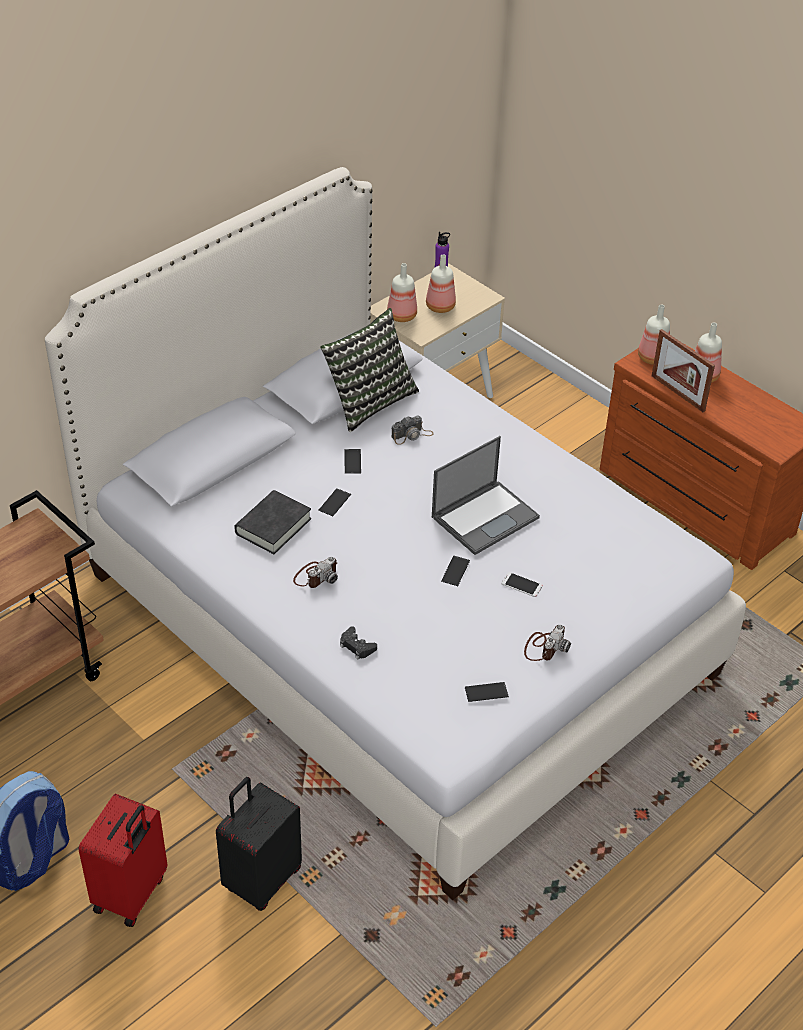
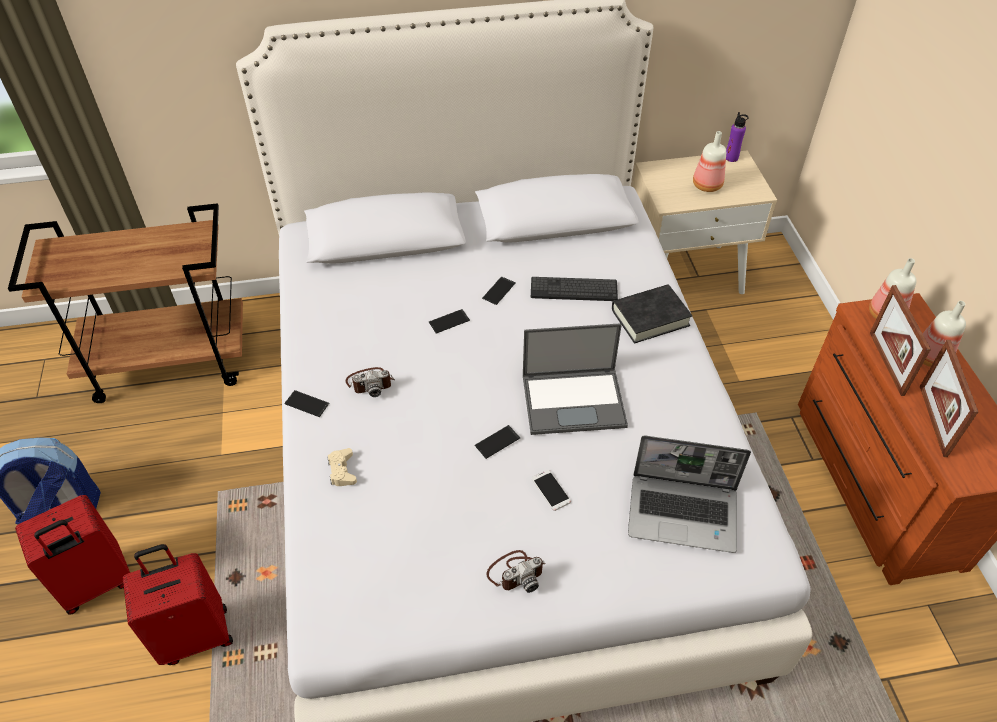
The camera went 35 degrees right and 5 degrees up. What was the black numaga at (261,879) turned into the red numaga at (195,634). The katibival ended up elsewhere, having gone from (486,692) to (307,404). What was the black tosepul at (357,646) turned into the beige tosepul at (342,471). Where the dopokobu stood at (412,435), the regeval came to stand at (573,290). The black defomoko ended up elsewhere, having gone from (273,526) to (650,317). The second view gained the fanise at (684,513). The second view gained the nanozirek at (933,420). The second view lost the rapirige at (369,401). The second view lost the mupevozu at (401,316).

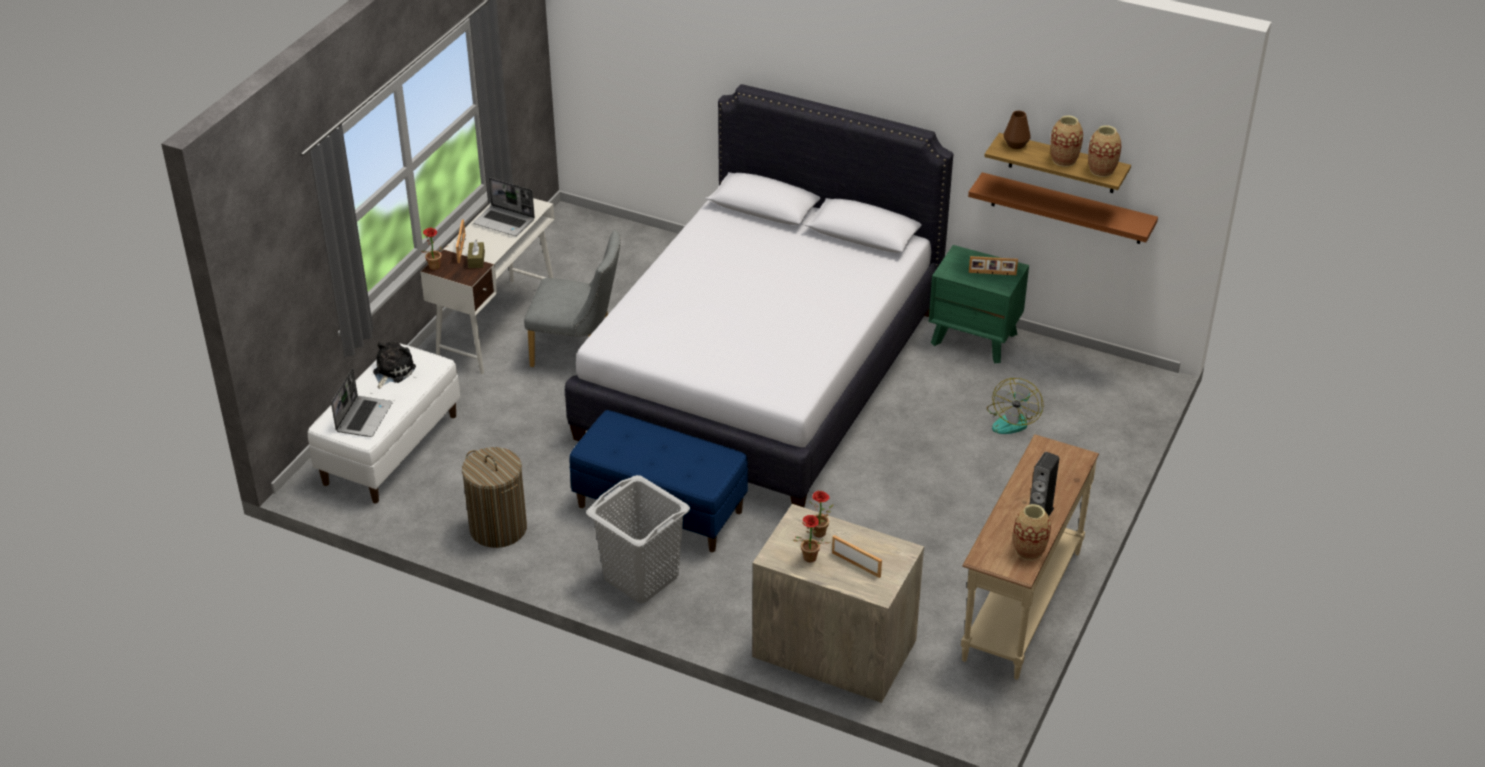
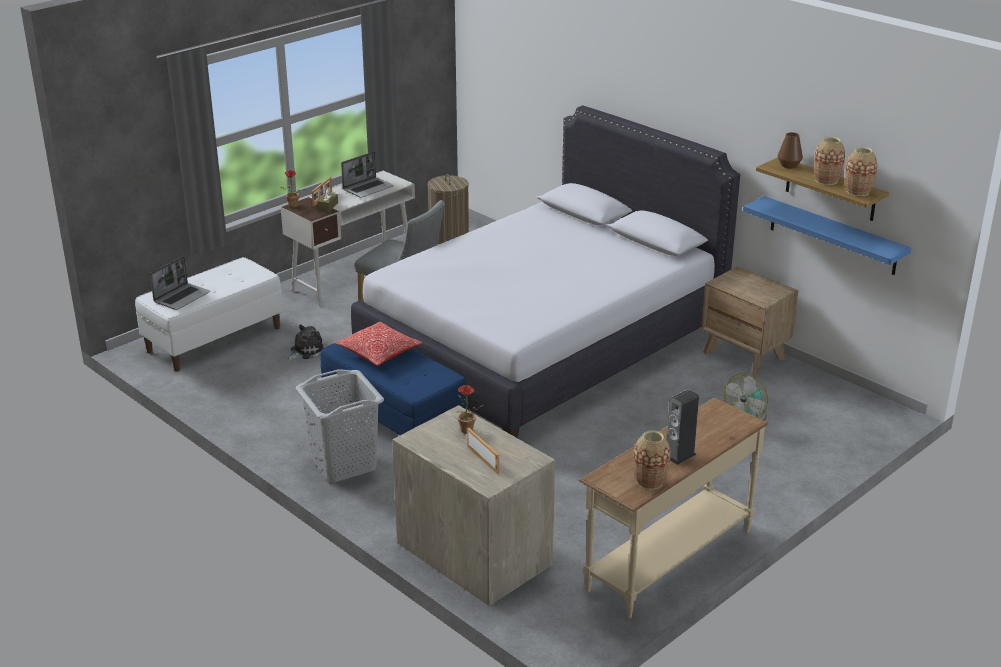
The camera went 20 degrees right and 10 degrees down. The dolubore ended up elsewhere, having gone from (392,371) to (306,351). The second view gained the rapirige at (379,353). The fanise at (505,222) ended up facing another way, 90 degrees counterclockwise from before. The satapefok ended up elsewhere, having gone from (498,528) to (449,236). What was the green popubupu at (974,338) turned into the brown popubupu at (745,355). What was the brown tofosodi at (1066,209) turned into the blue tofosodi at (832,236). The second view lost the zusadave at (808,559). The second view lost the nanozirek at (992,273).

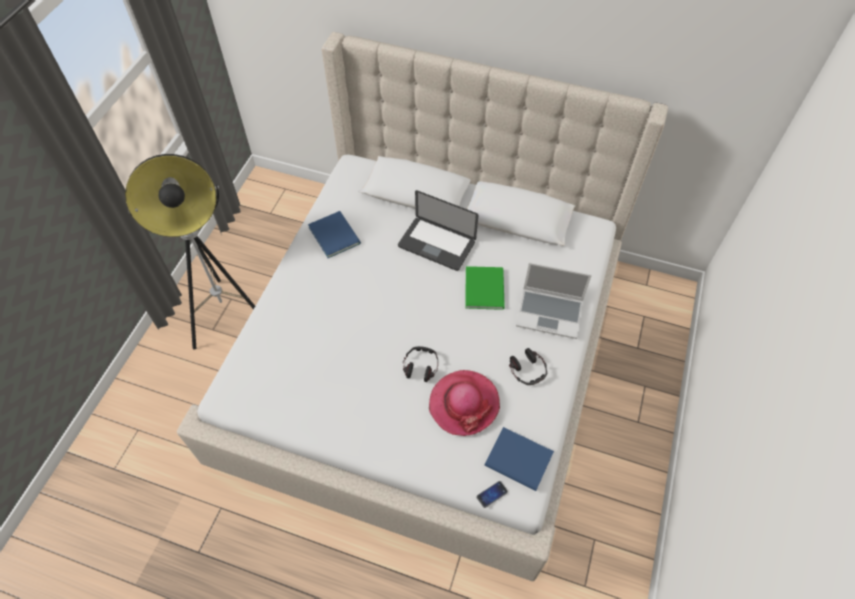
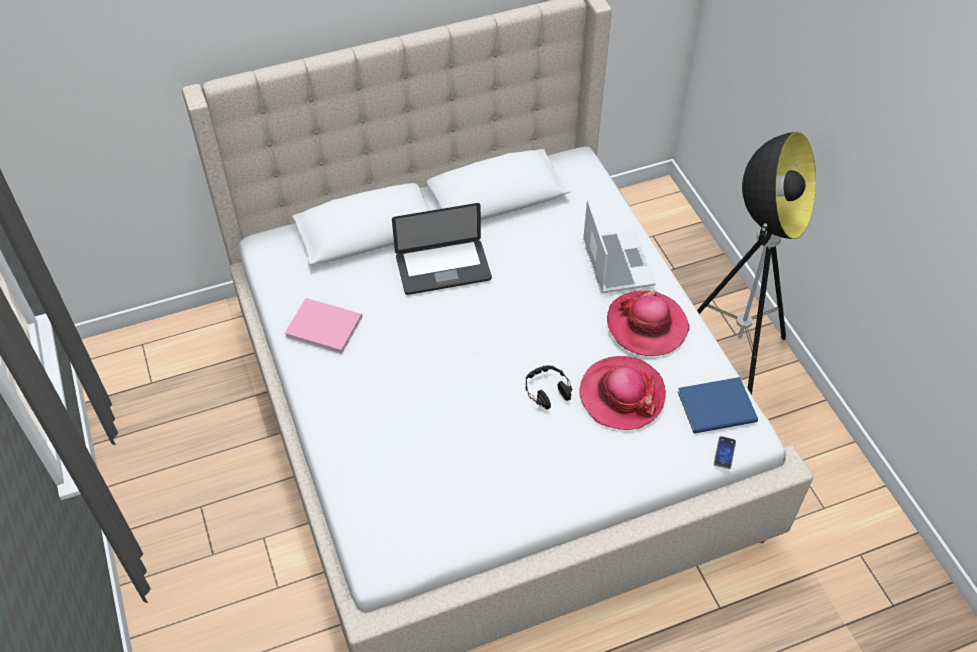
The camera went 40 degrees left and 5 degrees down. What was the blue defomoko at (334,234) turned into the pink defomoko at (323,325). The fanise at (550,313) ended up facing another way, 75 degrees counterclockwise from before. Where the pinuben stood at (528,370), the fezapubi came to stand at (647,325). The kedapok ended up elsewhere, having gone from (227,315) to (732,358). The second view lost the green defomoko at (485,287).

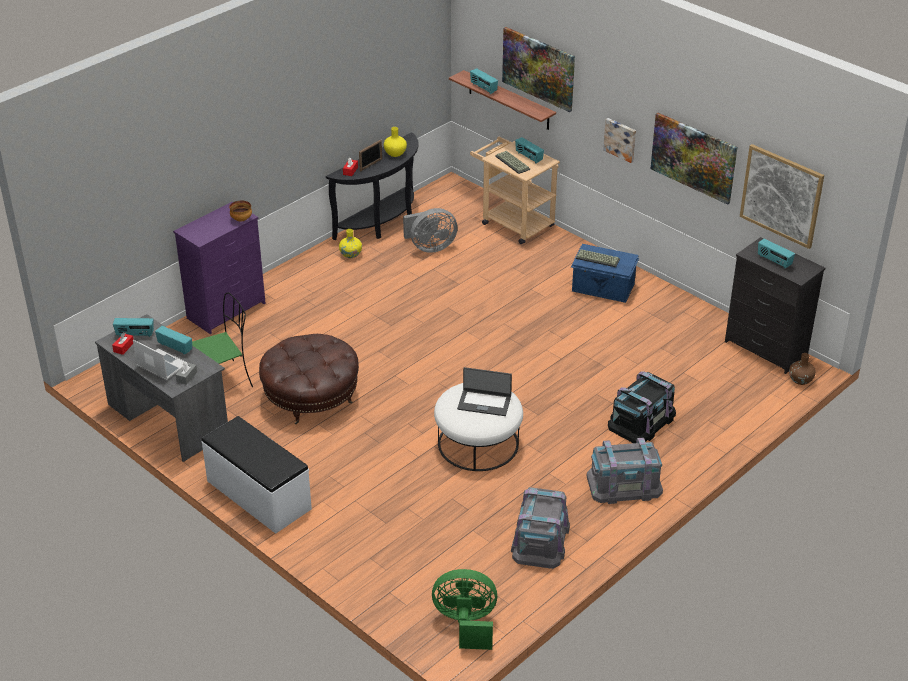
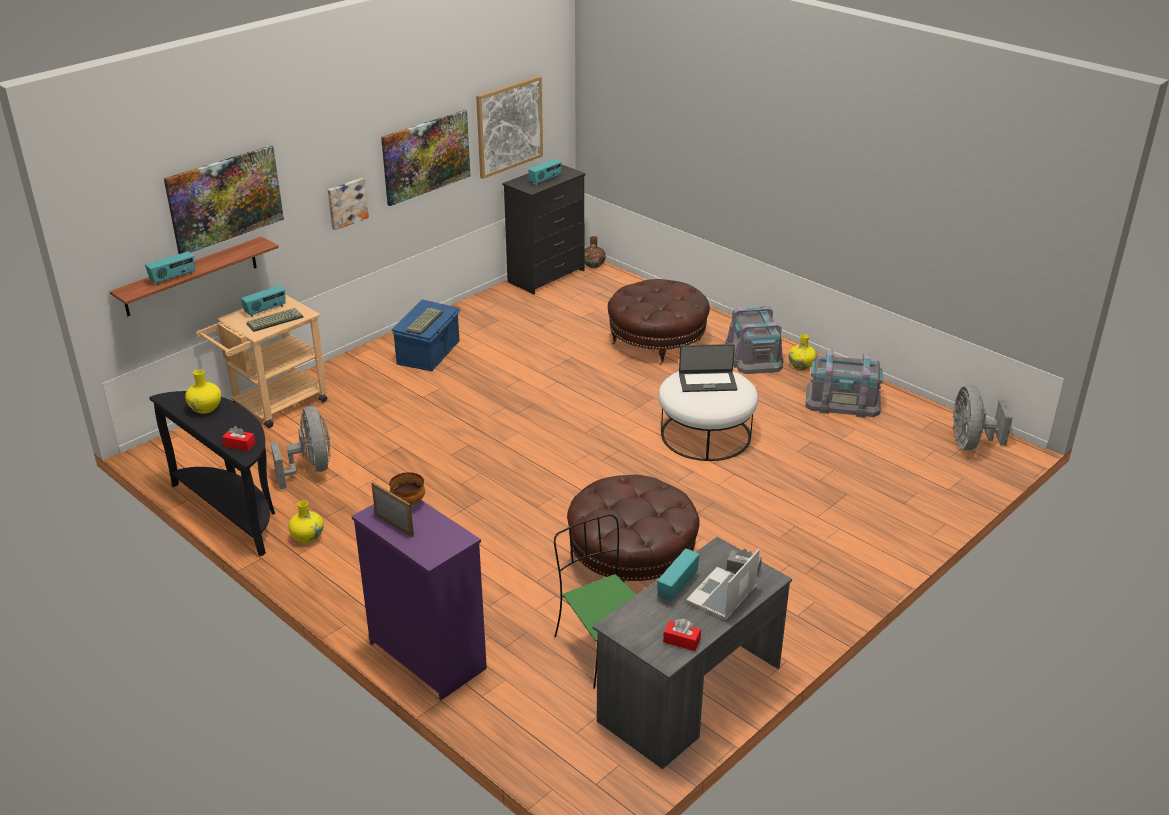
The camera went 90 degrees left and 5 degrees down. The nanozirek ended up elsewhere, having gone from (371,165) to (394,524). Where the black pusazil stood at (641,420), the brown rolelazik came to stand at (657,342). The fanise at (484,403) ended up facing another way, 75 degrees clockwise from before. The second view gained the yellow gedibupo at (801,366). What was the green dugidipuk at (466,624) turned into the grey dugidipuk at (971,443). The second view lost the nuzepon at (135,335). The second view lost the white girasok at (258,495).

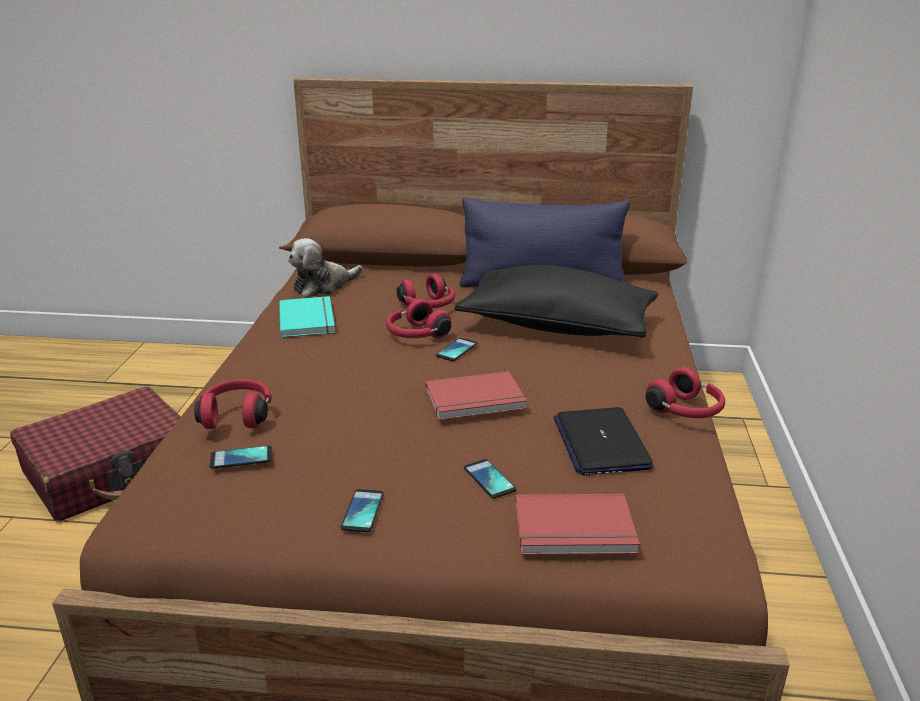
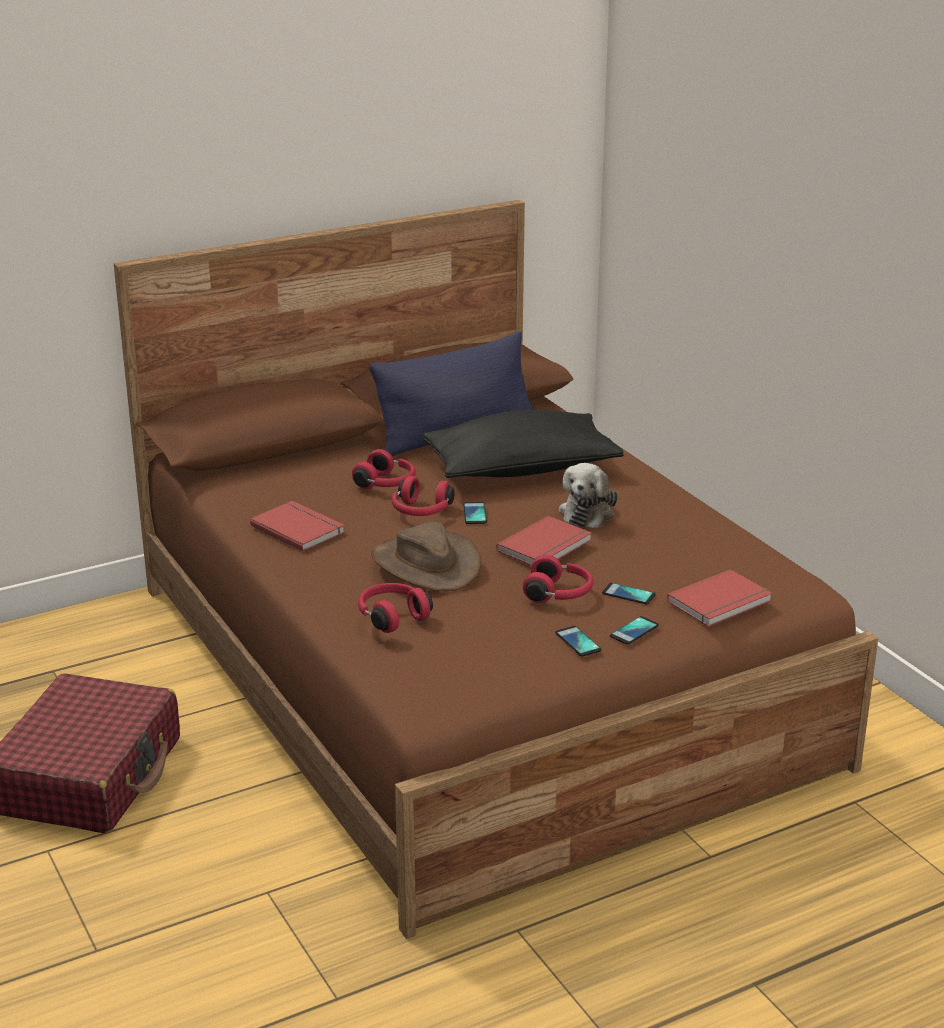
The camera went 35 degrees left and 0 degrees up. What was the turquoise defomoko at (309,319) turned into the red defomoko at (299,528). The second view gained the brown fezapubi at (425,564). The red pinuben ended up elsewhere, having gone from (686,411) to (559,594). The dolubore ended up elsewhere, having gone from (323,286) to (588,512). The katibival ended up elsewhere, having gone from (241,458) to (634,631). The second view lost the fanise at (601,442).

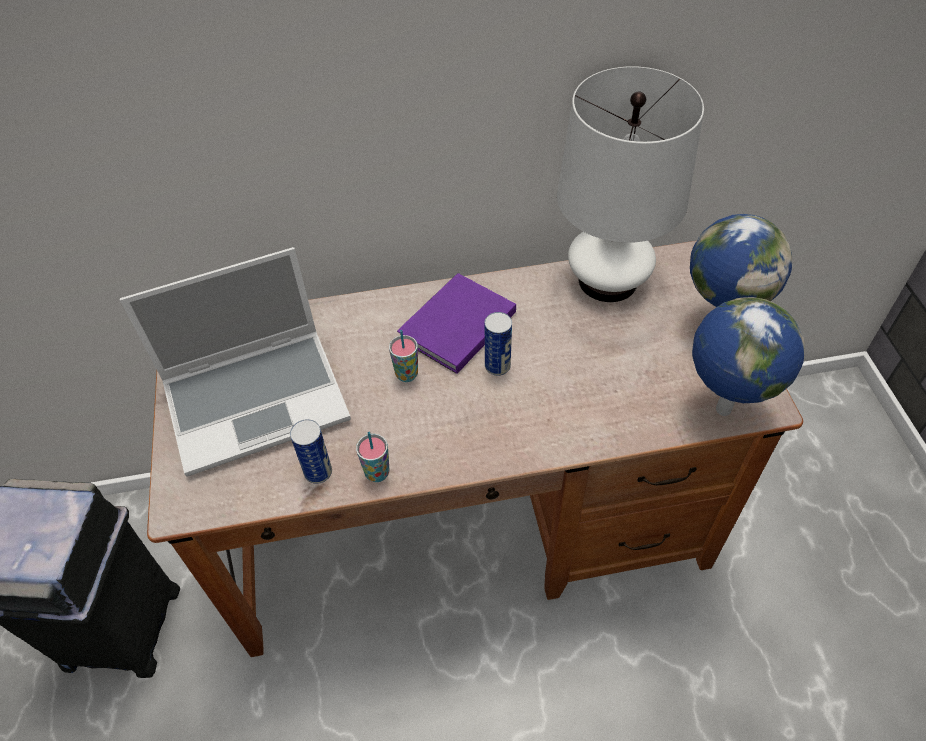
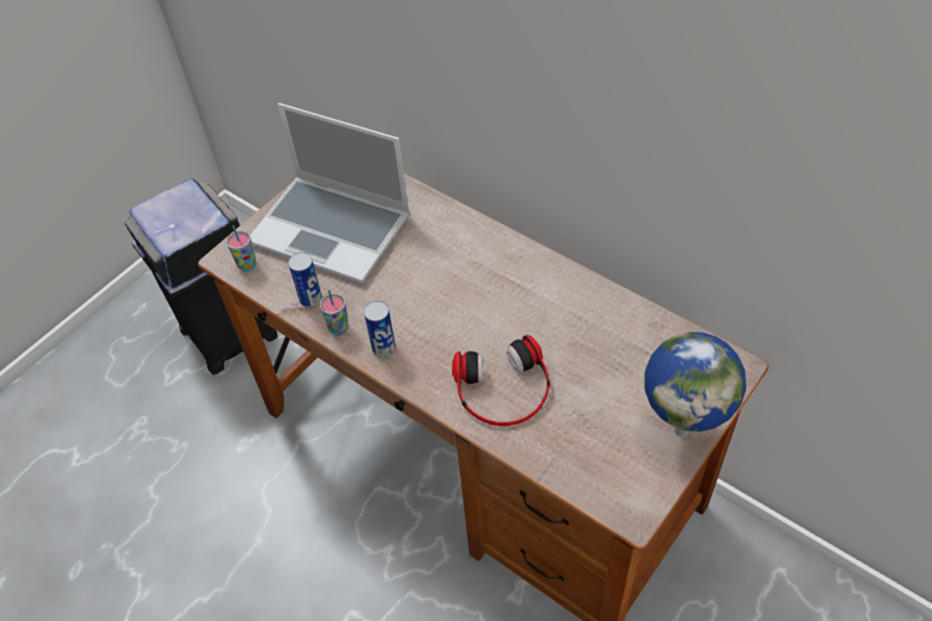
The camera went 50 degrees right and 0 degrees up. The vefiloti ended up elsewhere, having gone from (406,374) to (247,265). The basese ended up elsewhere, having gone from (497,366) to (384,348). The second view gained the pinuben at (503,389). The second view lost the purple defomoko at (454,326). The second view lost the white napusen at (607,280). The second view lost the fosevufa at (721,409).

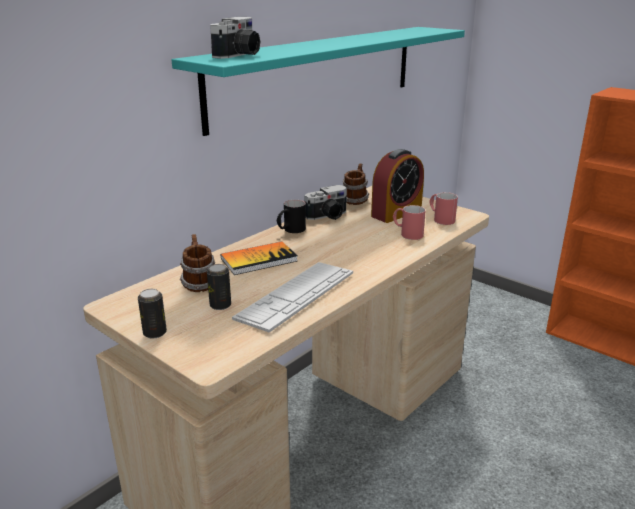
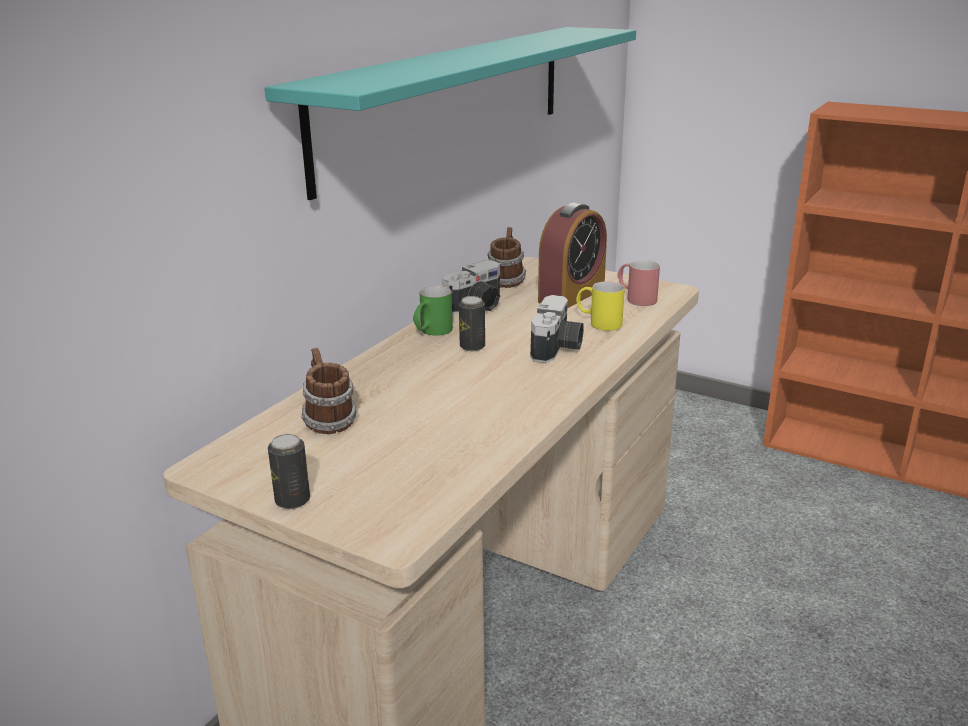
The camera went 10 degrees left and 0 degrees up. What was the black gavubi at (290,231) turned into the green gavubi at (431,332). The basese ended up elsewhere, having gone from (220,305) to (472,347). The dopokobu ended up elsewhere, having gone from (239,55) to (558,348). What was the red gavubi at (407,234) turned into the yellow gavubi at (598,323). The second view lost the defomoko at (259,260). The second view lost the regeval at (296,296).

